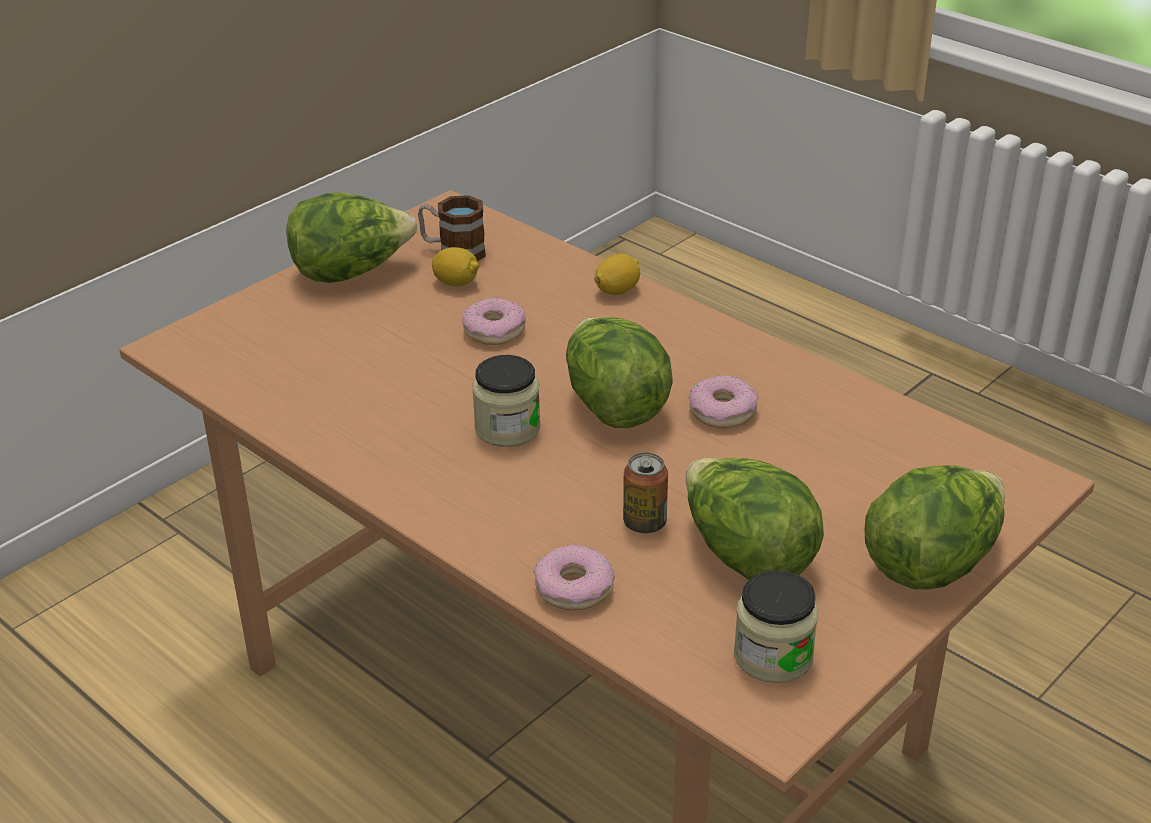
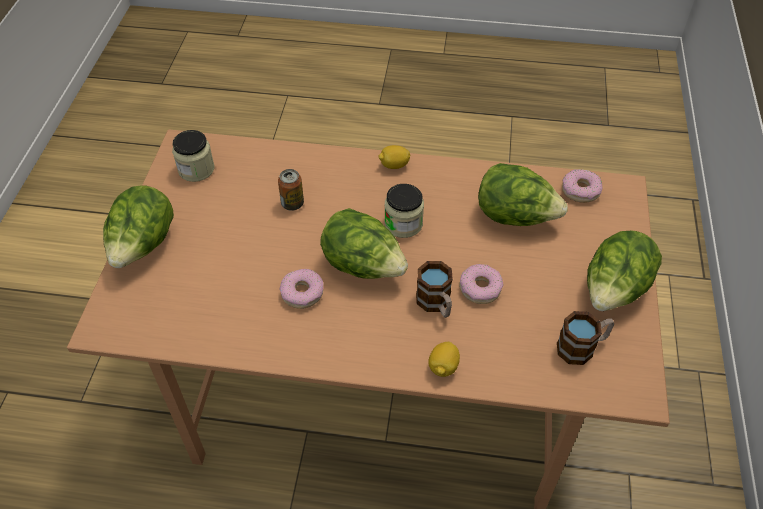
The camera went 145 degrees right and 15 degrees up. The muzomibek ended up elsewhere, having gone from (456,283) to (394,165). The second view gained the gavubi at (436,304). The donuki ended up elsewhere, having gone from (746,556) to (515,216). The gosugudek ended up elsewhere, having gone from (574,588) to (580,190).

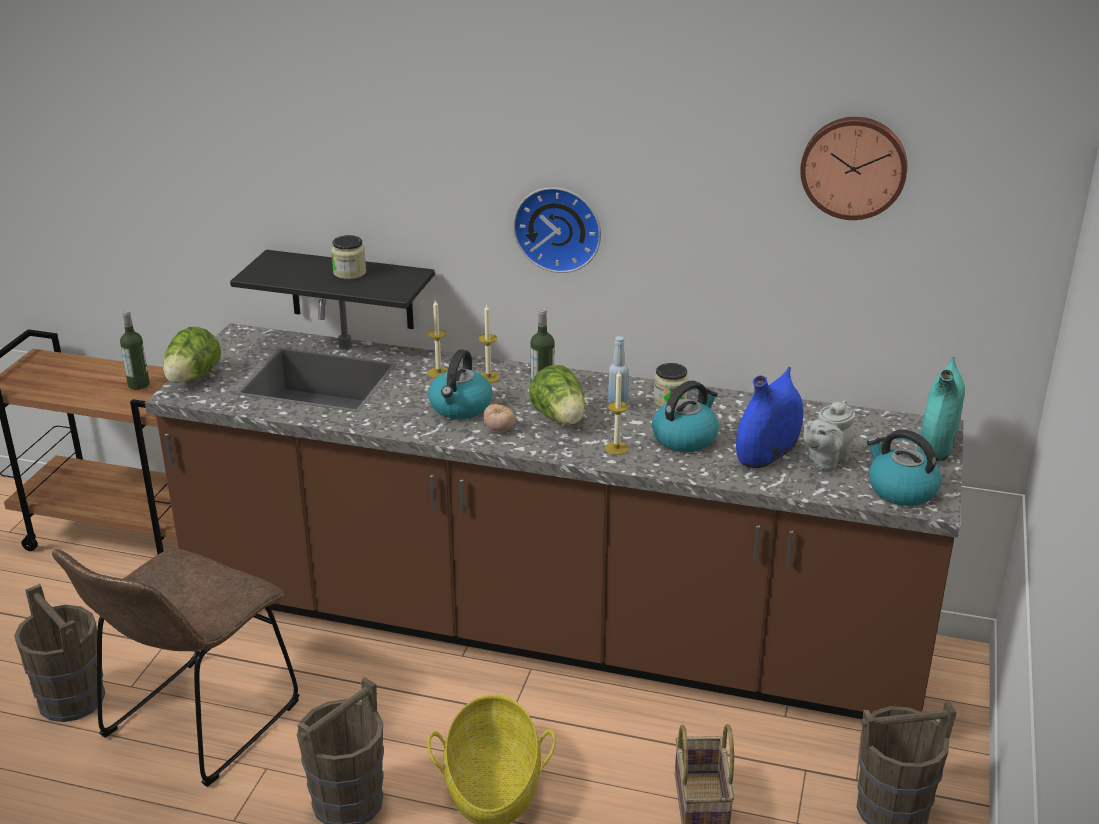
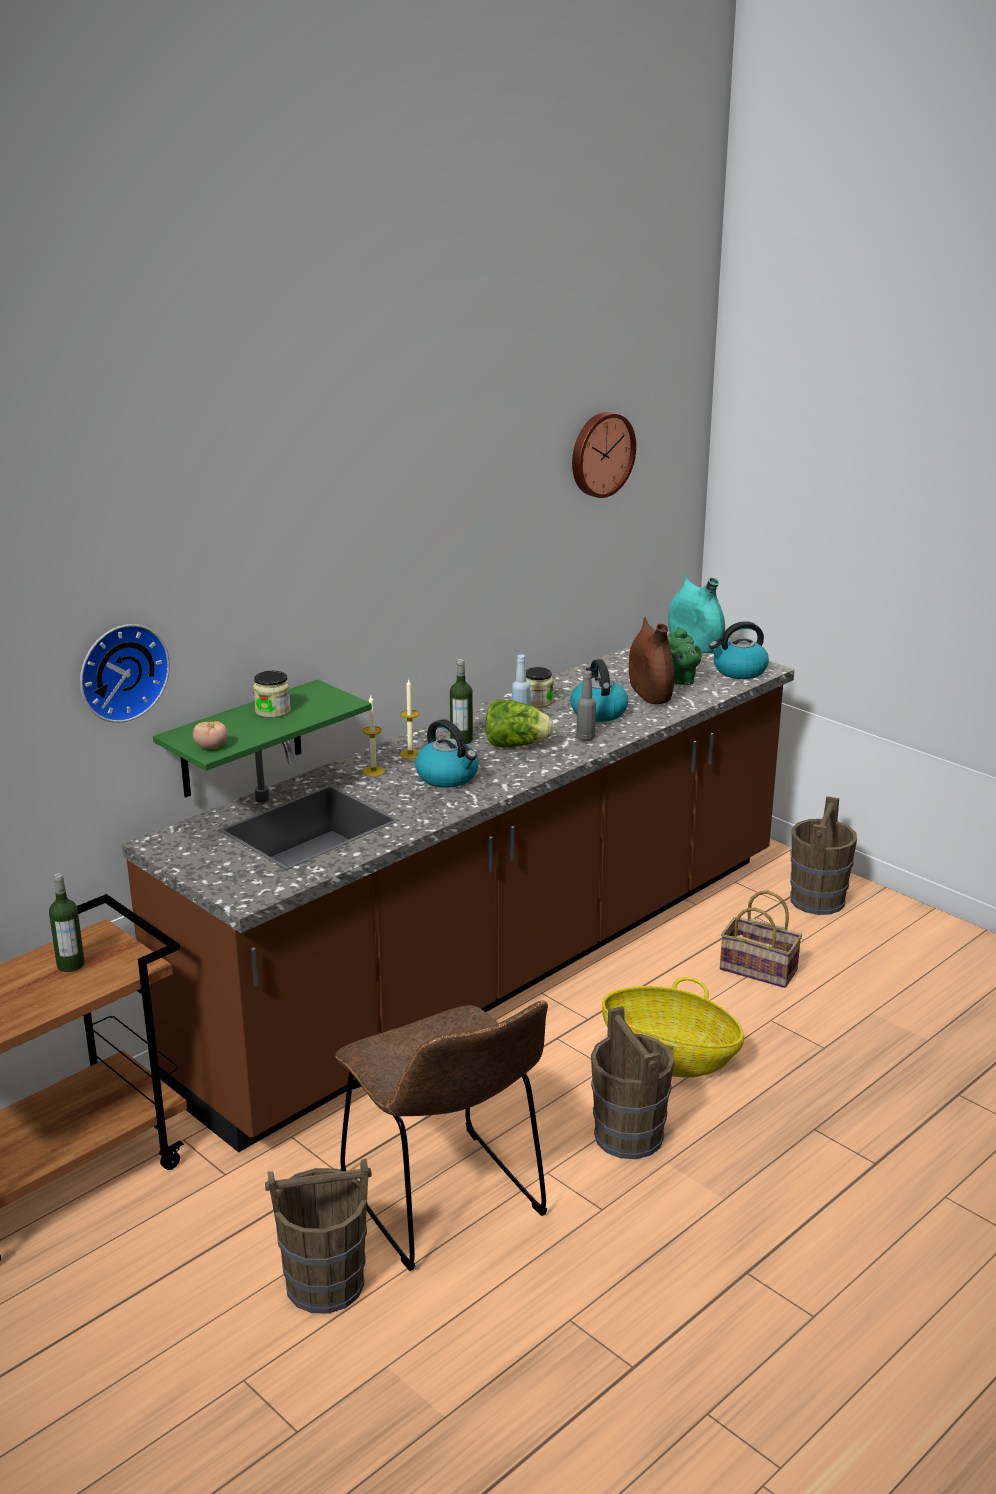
The camera went 60 degrees left and 5 degrees down. The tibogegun ended up elsewhere, having gone from (558,227) to (120,671). What was the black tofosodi at (351,290) turned into the green tofosodi at (241,740). The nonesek ended up elsewhere, having gone from (499,429) to (211,747). Where the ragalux stood at (616,448), the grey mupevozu came to stand at (585,737). What was the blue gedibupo at (767,453) turned into the brown gedibupo at (650,693). What was the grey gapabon at (825,461) turned into the green gapabon at (680,680). The second view lost the donuki at (192,378).

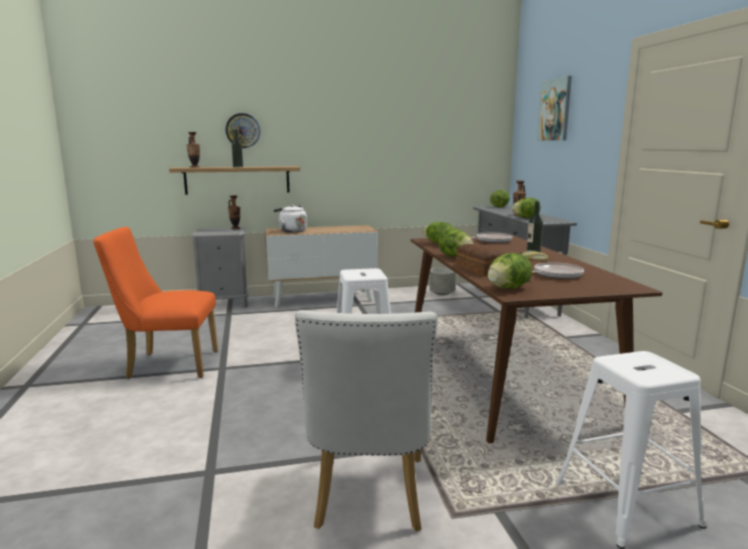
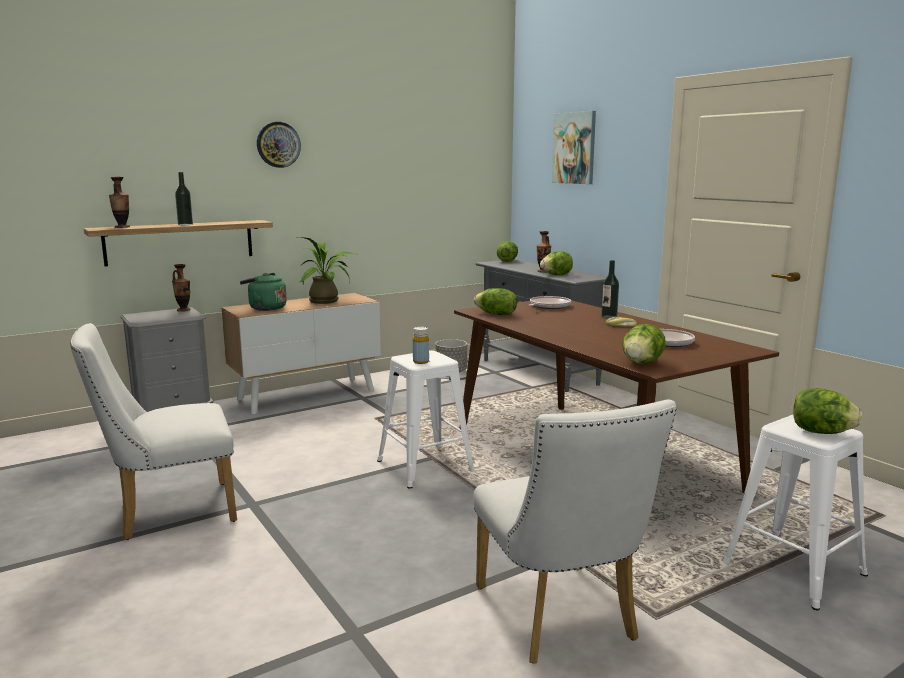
The camera went 20 degrees left and 0 degrees up. What was the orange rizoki at (166,365) turned into the white rizoki at (167,512). What was the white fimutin at (291,231) turned into the green fimutin at (265,308). The tibogegun ended up elsewhere, having gone from (243,130) to (278,144). The second view gained the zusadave at (328,301). The second view gained the yellow mupevozu at (421,362). The donuki ended up elsewhere, having gone from (455,256) to (821,432). The second view lost the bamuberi at (480,269).

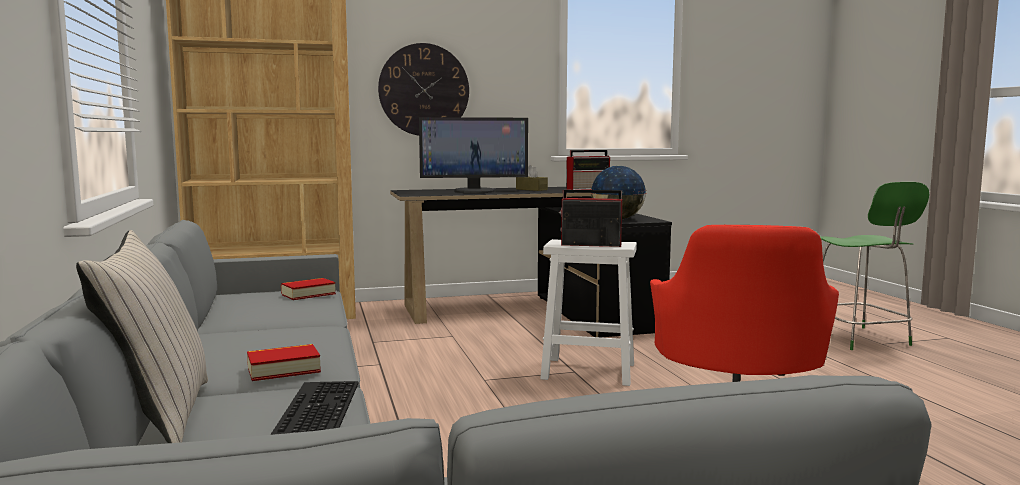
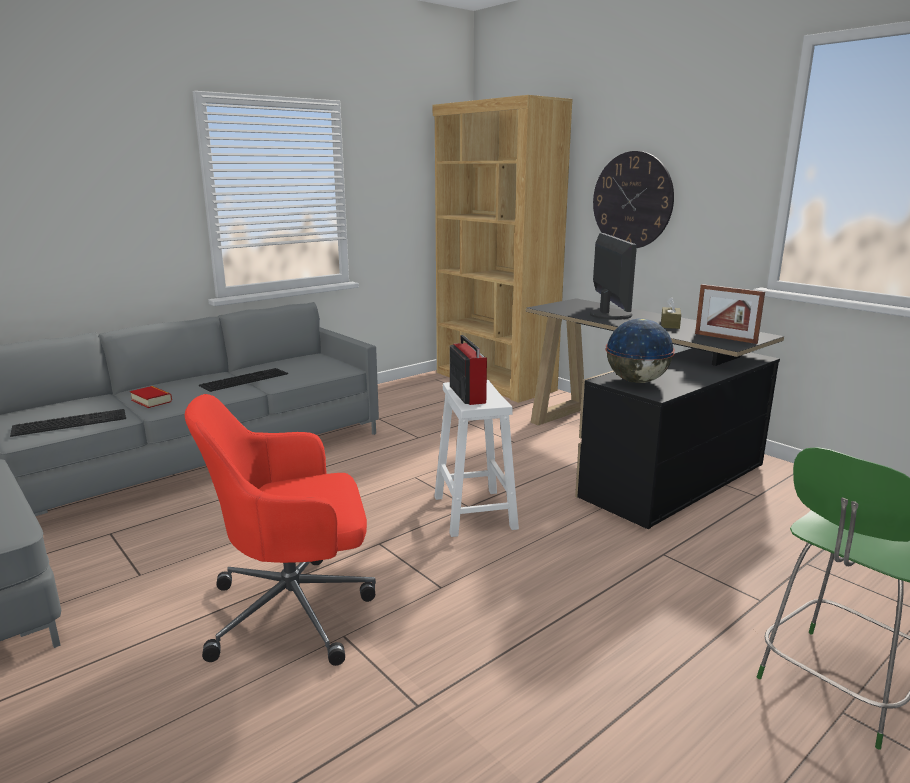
The camera went 65 degrees right and 10 degrees up. The second view gained the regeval at (244,379). The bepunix at (474,191) ended up facing another way, 150 degrees counterclockwise from before. Where the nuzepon stood at (588,189), the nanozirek came to stand at (725,338). The second view lost the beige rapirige at (158,416). The second view lost the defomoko at (308,294).

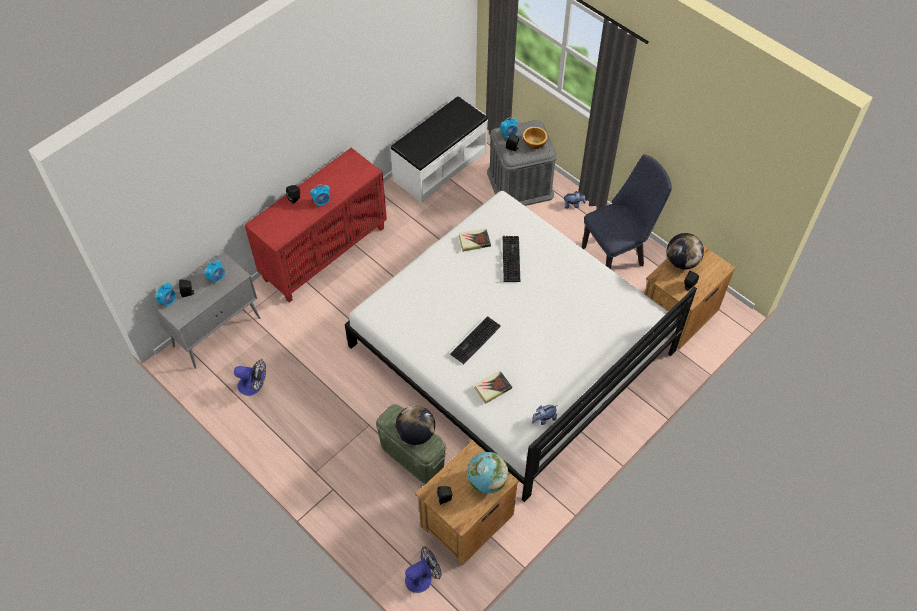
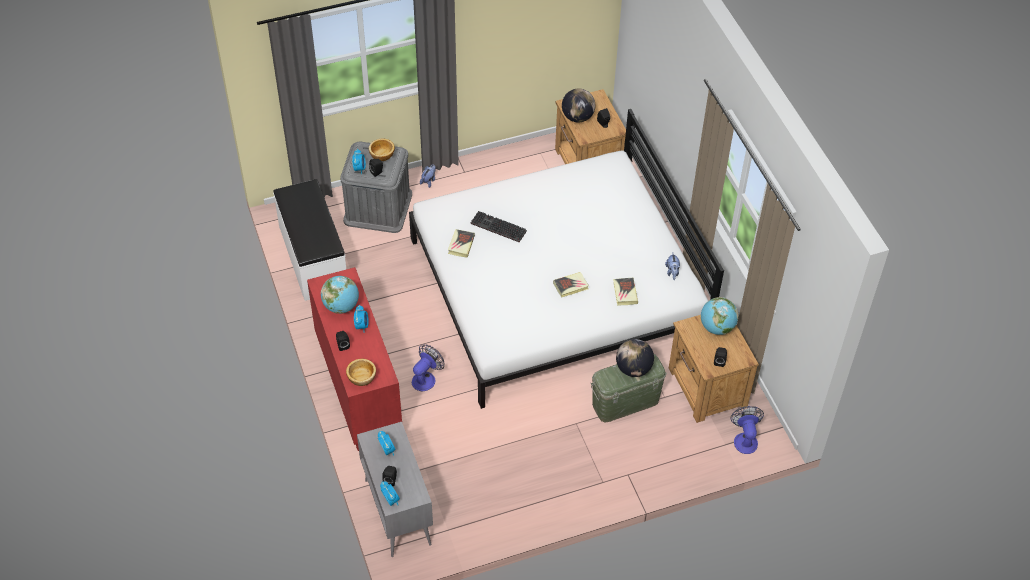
The camera went 65 degrees left and 5 degrees down. The second view gained the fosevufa at (341,306). The second view gained the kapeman at (362,377). The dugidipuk ended up elsewhere, having gone from (254,386) to (426,378). Where the regeval stood at (475,342), the defomoko came to stand at (571,286). The second view lost the blue rizoki at (617,253).

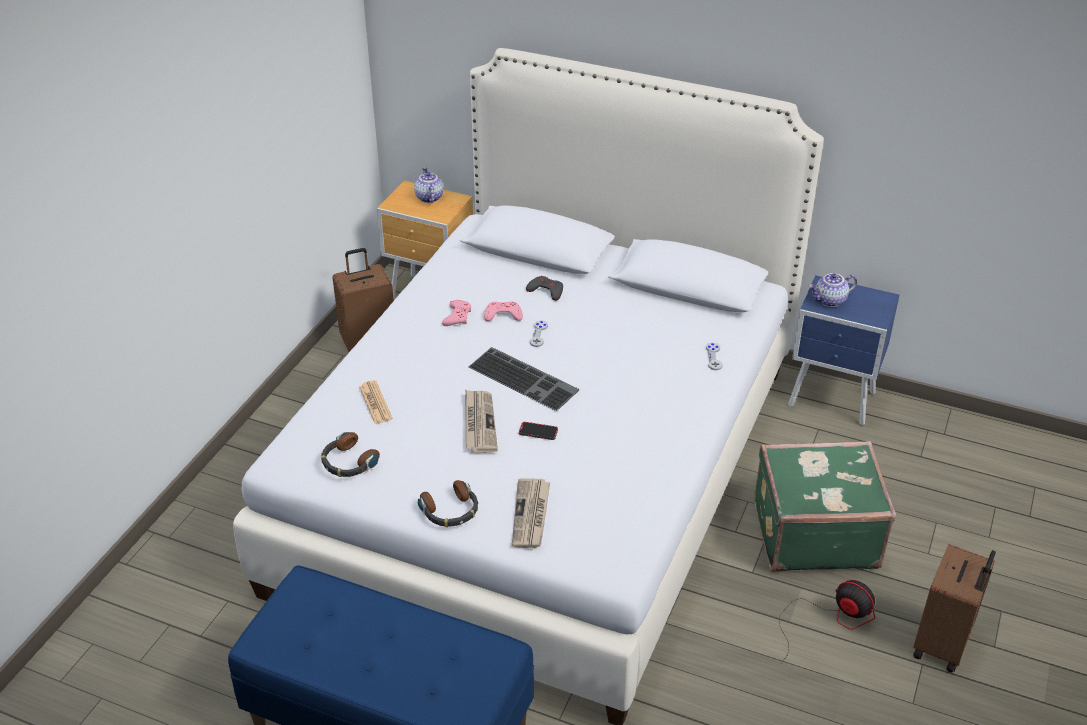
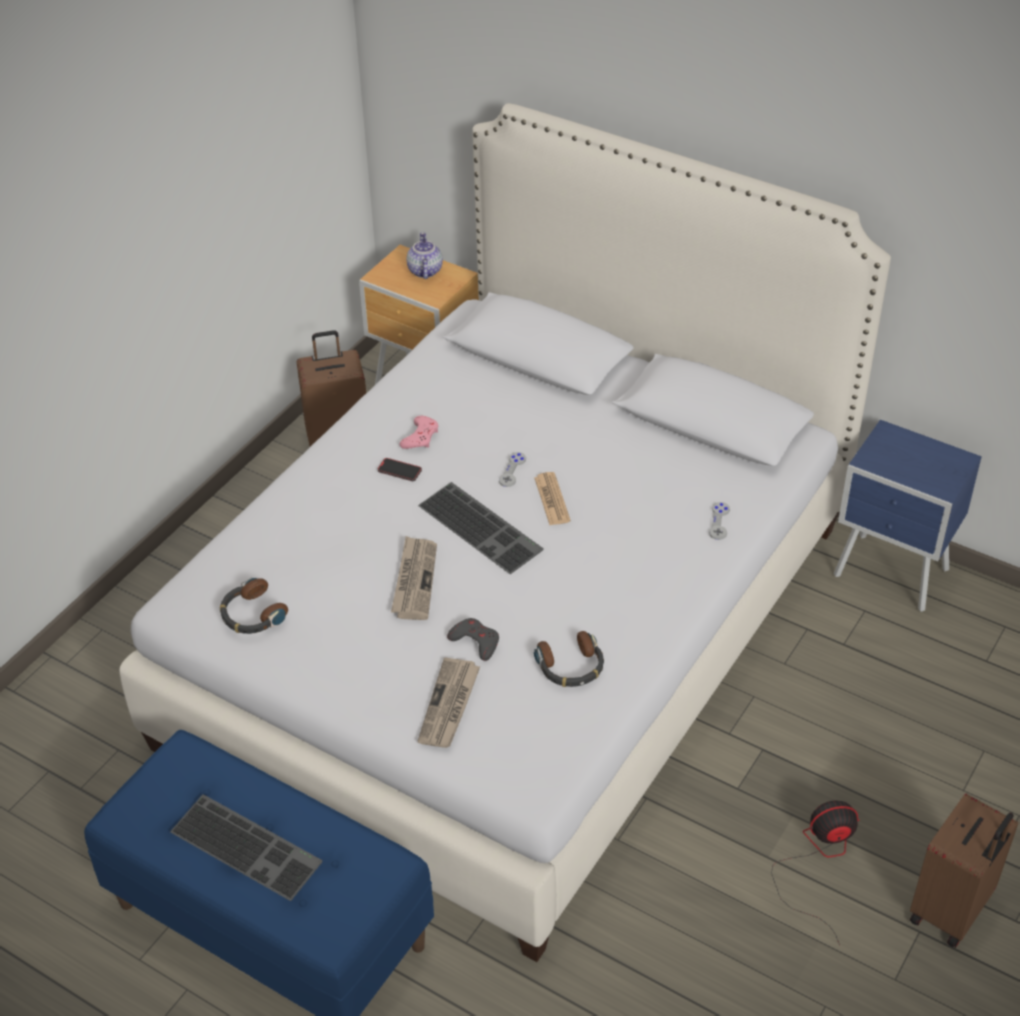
The camera went 10 degrees right and 5 degrees up. The second view gained the regeval at (249,845). The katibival ended up elsewhere, having gone from (538,432) to (399,471). The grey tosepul ended up elsewhere, having gone from (546,291) to (475,641). The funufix ended up elsewhere, having gone from (375,403) to (552,499). The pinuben ended up elsewhere, having gone from (450,511) to (571,667). The dugidipuk at (830,619) ended up facing another way, 60 degrees counterclockwise from before. The second view lost the pink tosepul at (503,315). The second view lost the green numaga at (813,533). The second view lost the gapabon at (830,301).

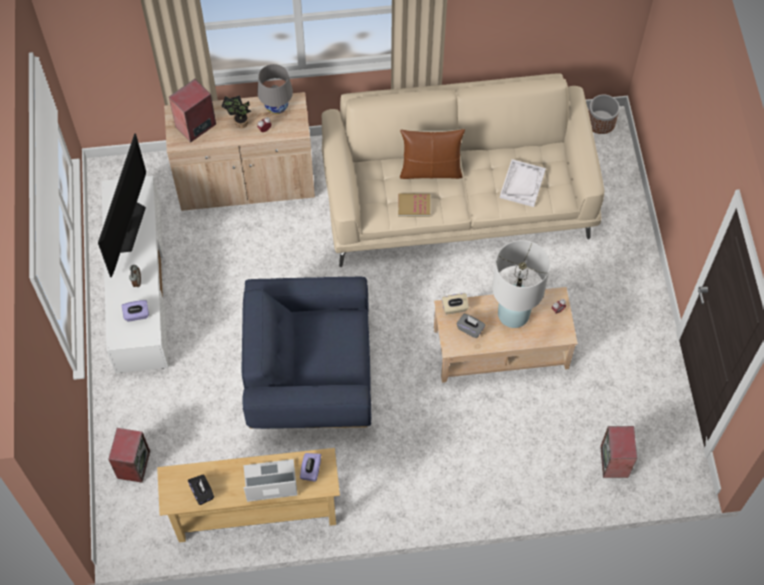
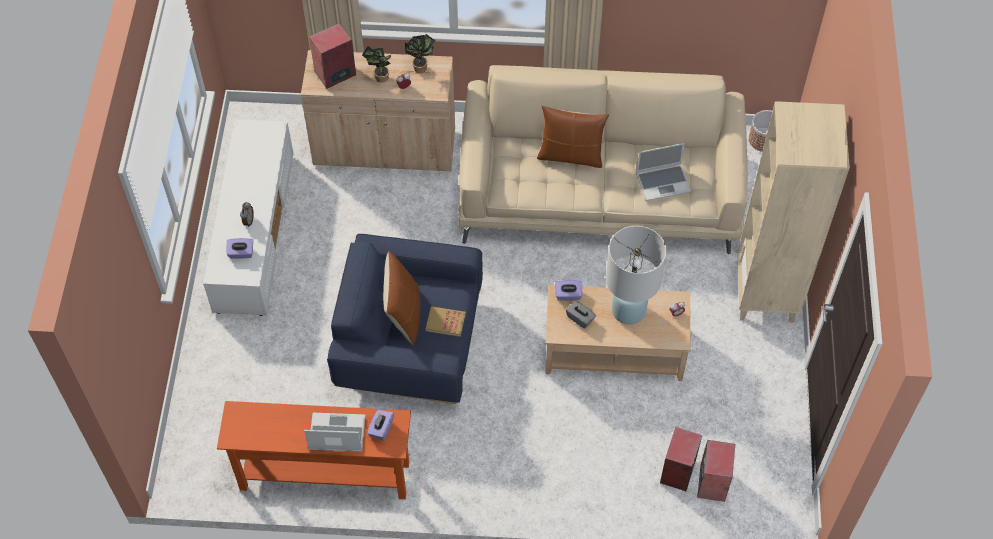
The camera went 10 degrees right and 5 degrees down. What was the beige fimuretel at (256,515) turned into the orange fimuretel at (325,476). The second view gained the brown rapirige at (403,314). Where the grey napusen stood at (277,106), the zusadave came to stand at (421,66). The defomoko ended up elsewhere, having gone from (414,206) to (445,322). What was the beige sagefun at (454,308) turned into the purple sagefun at (568,295). Where the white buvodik stood at (522,184), the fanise came to stand at (663,182). The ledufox ended up elsewhere, having gone from (133,464) to (677,470). The second view gained the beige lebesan at (766,294). The second view lost the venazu at (128,227). The second view lost the black sagefun at (202,492).

